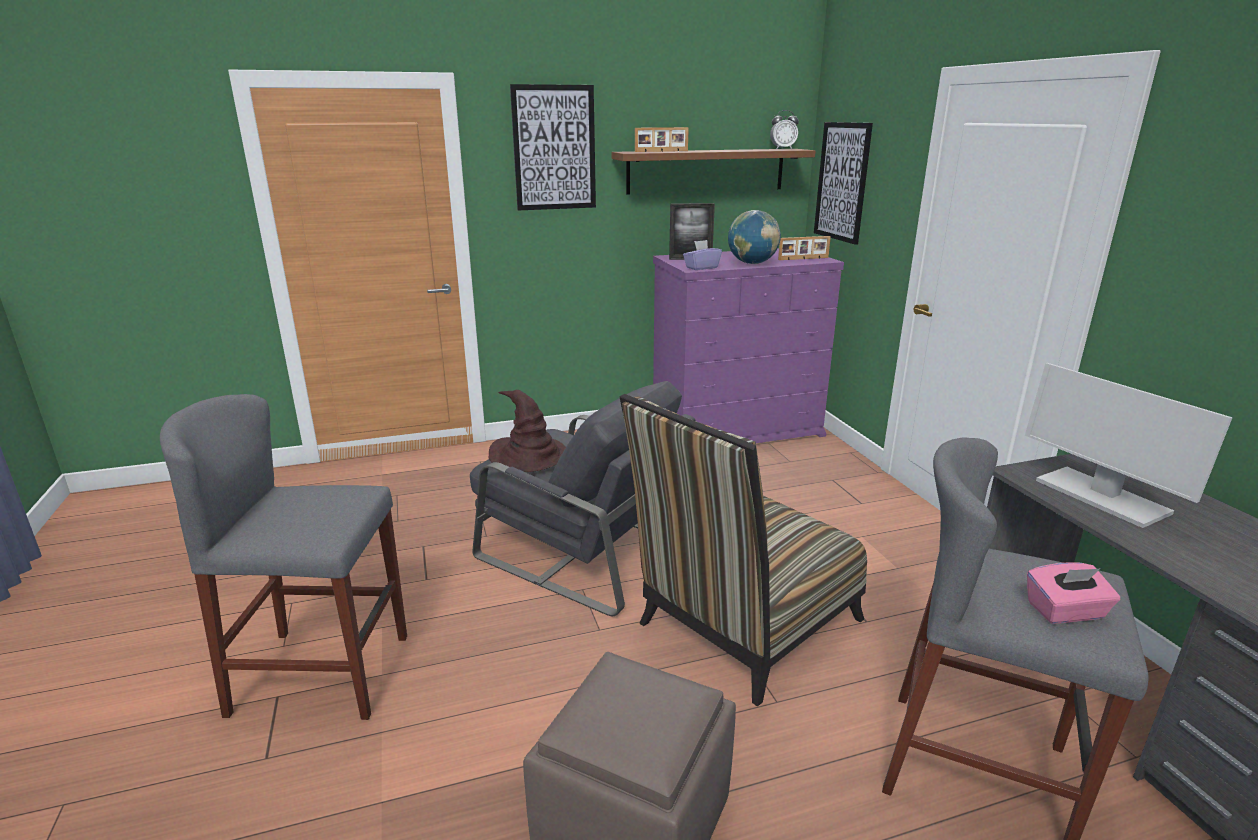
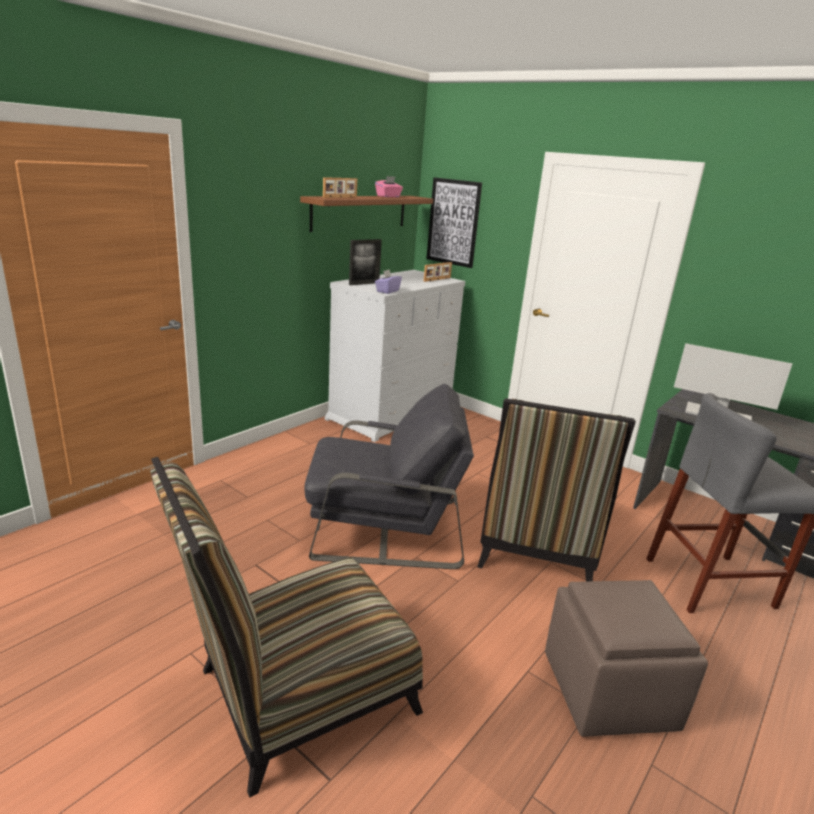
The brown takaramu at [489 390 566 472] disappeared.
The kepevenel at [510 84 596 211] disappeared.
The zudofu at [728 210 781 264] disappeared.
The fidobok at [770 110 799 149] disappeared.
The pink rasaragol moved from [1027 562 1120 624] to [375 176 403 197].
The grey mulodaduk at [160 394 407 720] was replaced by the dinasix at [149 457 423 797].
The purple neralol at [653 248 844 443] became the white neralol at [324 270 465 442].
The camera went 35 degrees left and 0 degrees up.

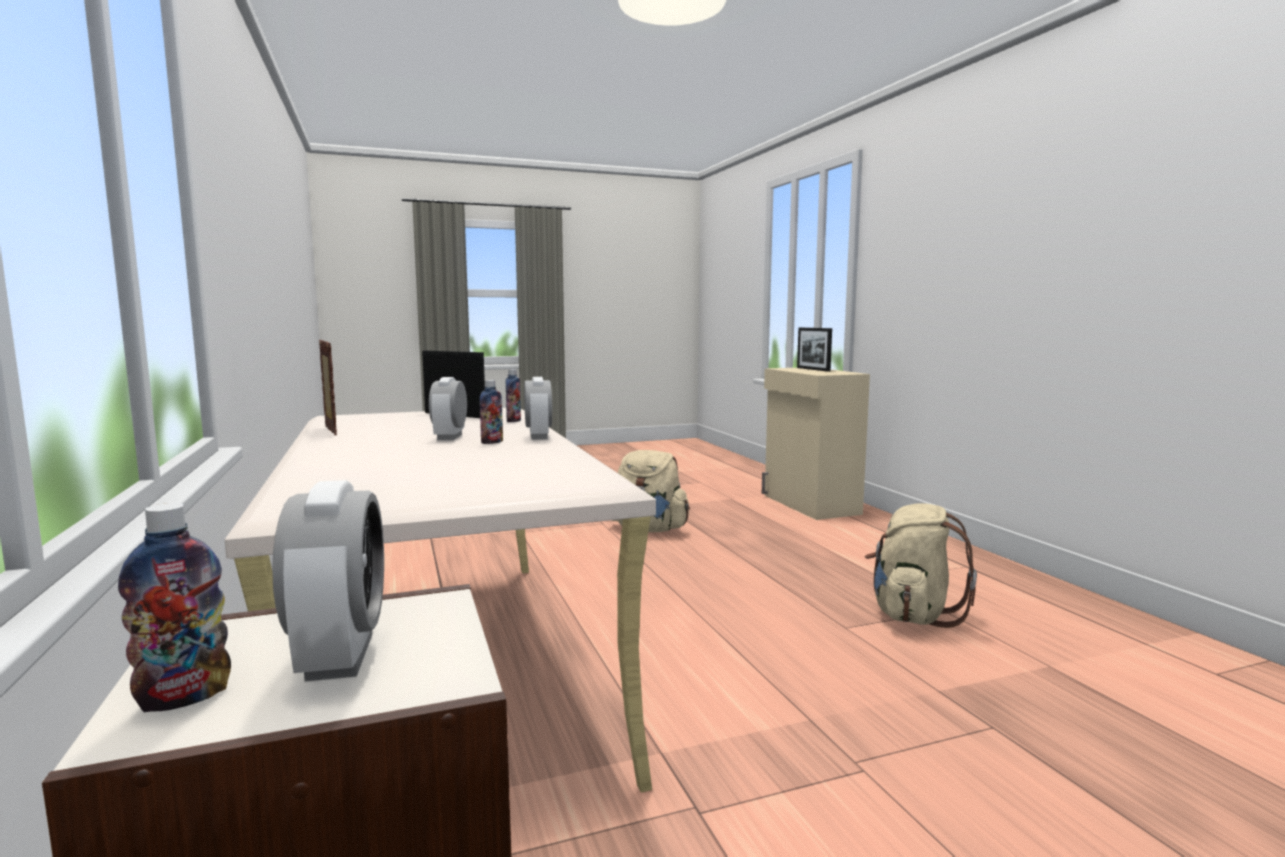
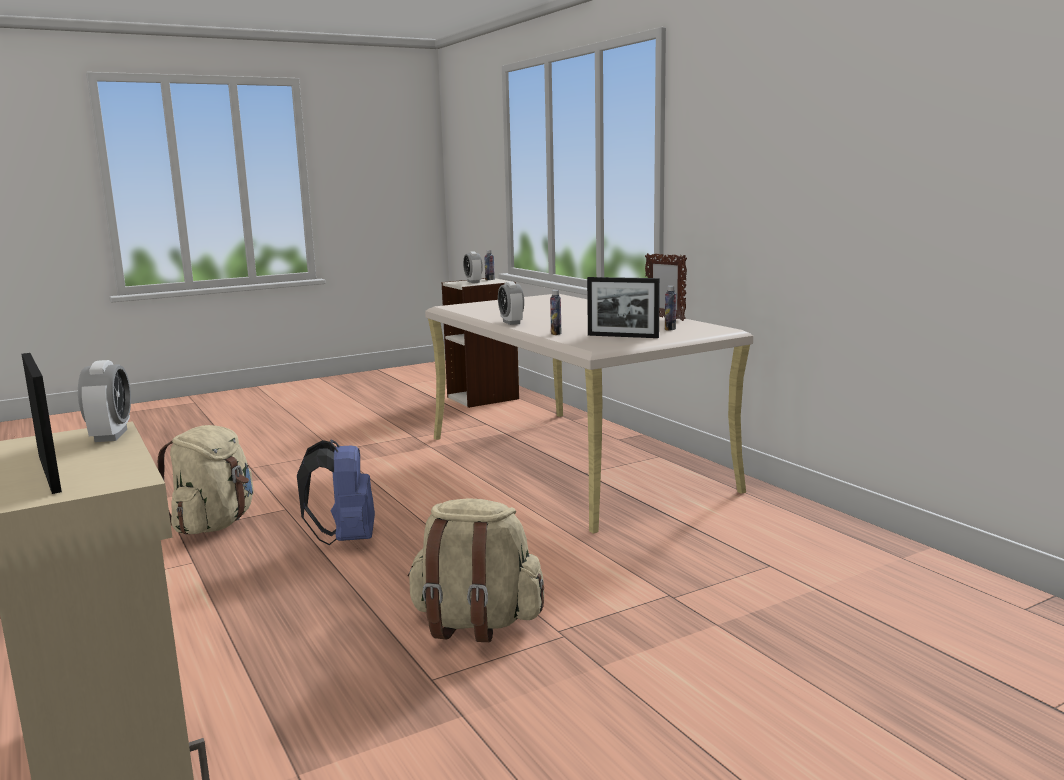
The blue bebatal at [297 439 375 545] appeared.
The fidobok moved from [429 377 467 440] to [78 360 131 442].
The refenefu moved from [480 380 503 444] to [665 286 676 331].
The camera went 170 degrees right and 5 degrees up.

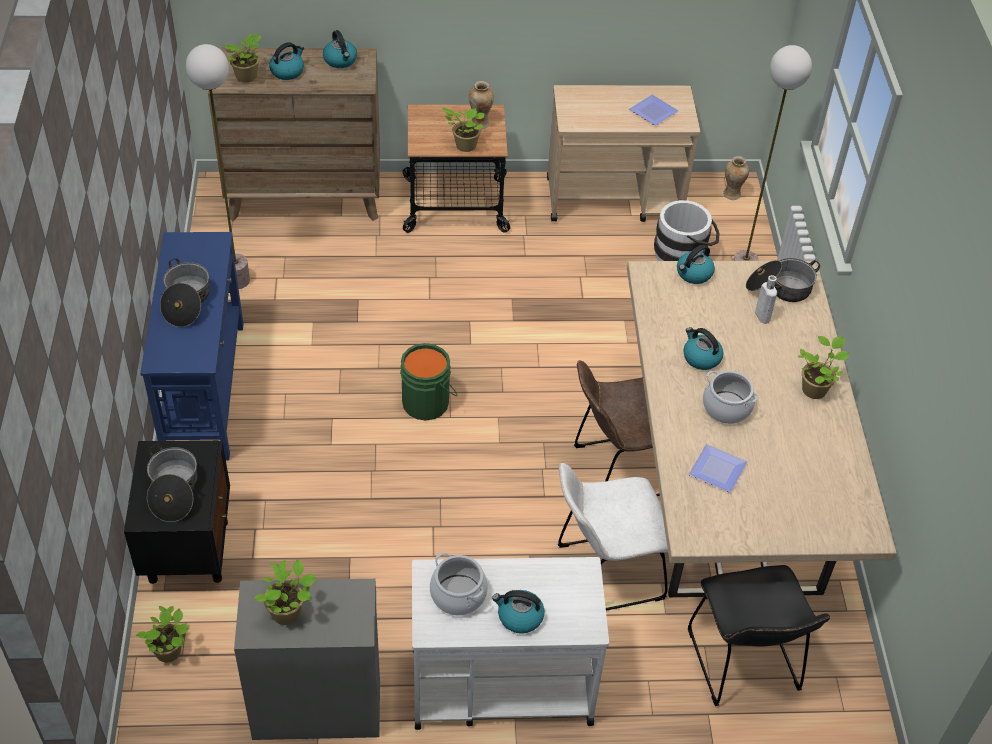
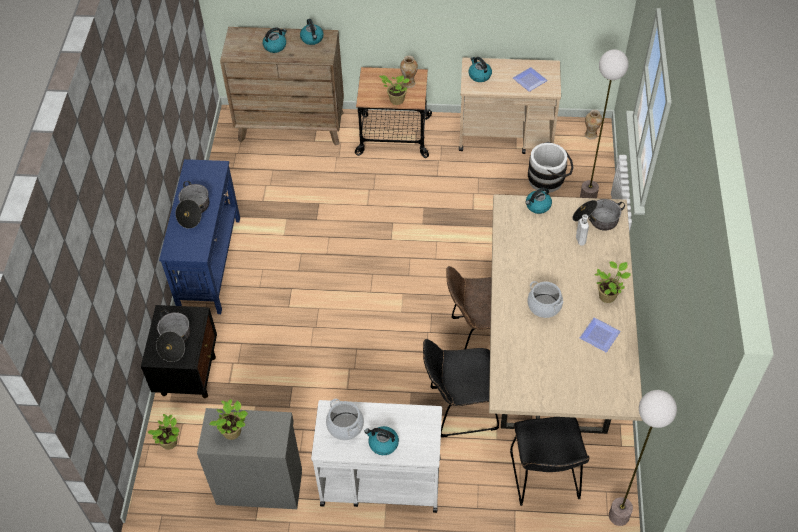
The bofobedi at [223 33 261 83] disappeared.
The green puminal at [400 343 458 421] disappeared.
The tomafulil moved from [186 44 250 289] to [609 390 677 526].
The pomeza moved from [683 327 724 370] to [469 57 492 82].
The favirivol moved from [689 444 747 493] to [580 317 621 352].
The white dinasix at [558 463 668 611] became the black dinasix at [423 339 499 437].
The camera went 10 degrees right and 5 degrees up.

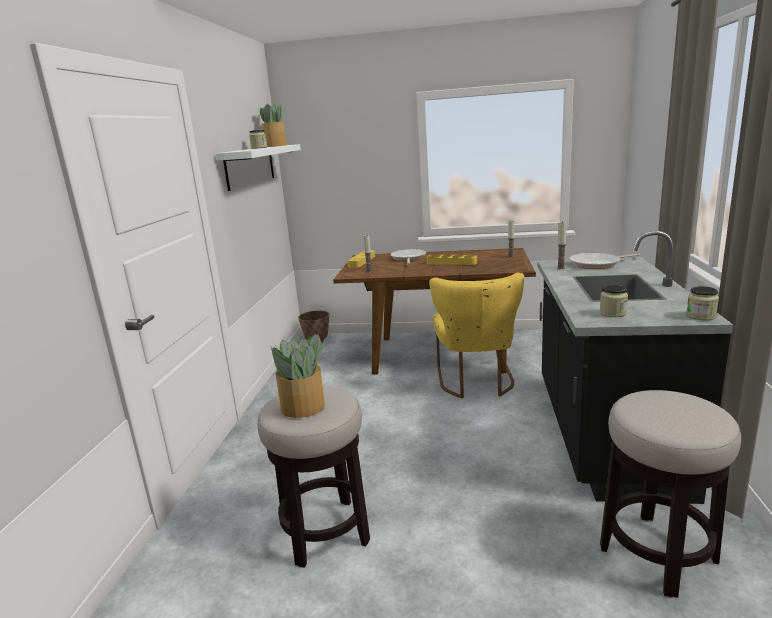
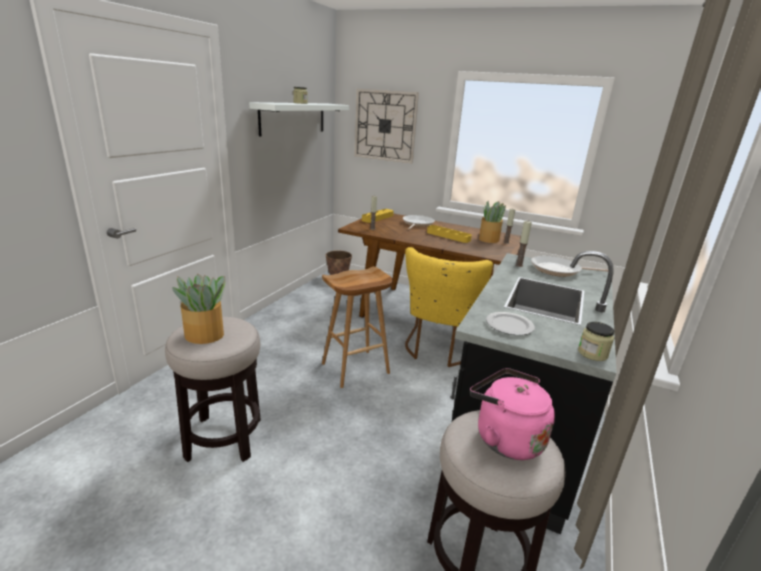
The brown mulodaduk at [322 266 393 388] appeared.
The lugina at [354 89 419 164] appeared.
The pink pomeza at [470 368 555 460] appeared.
The bofobedi moved from [257 103 287 147] to [479 201 506 243].
The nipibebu at [600 285 628 317] was replaced by the favirivol at [486 312 535 335].
The camera went 15 degrees right and 5 degrees up.

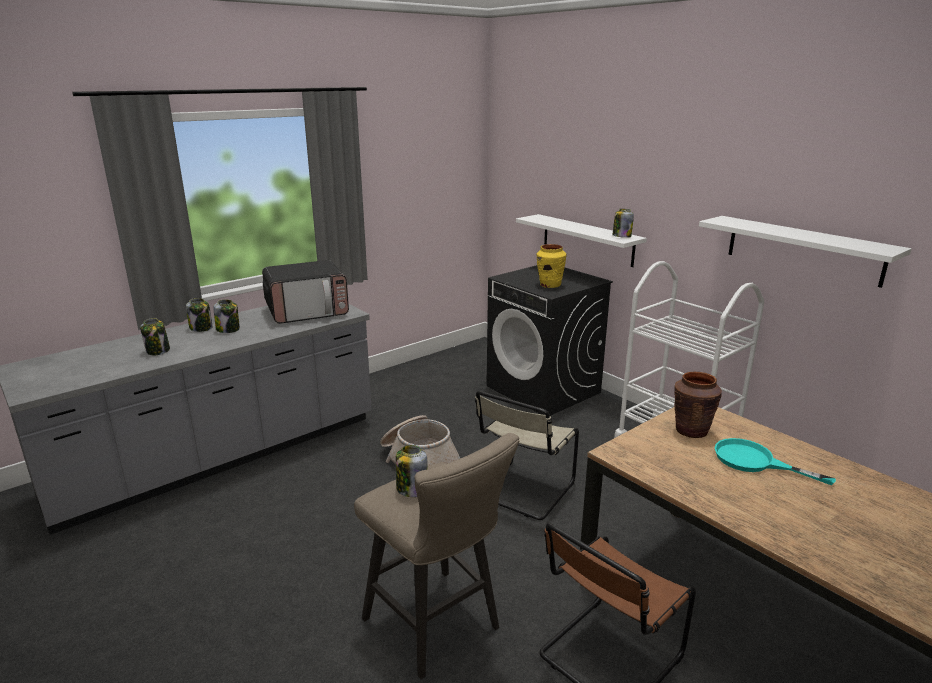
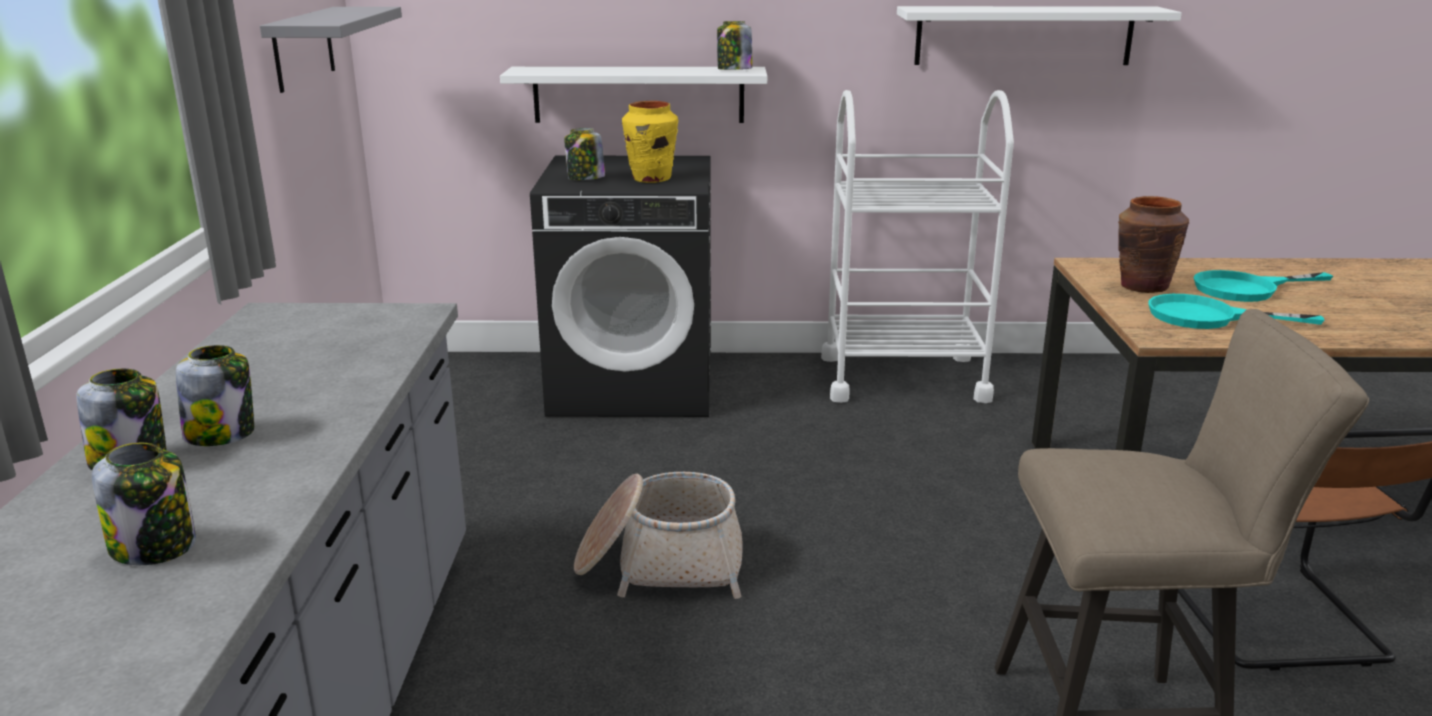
The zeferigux at [262 260 349 324] disappeared.
The beige dinasix at [475 391 579 520] disappeared.
The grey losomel at [260 7 402 93] appeared.
The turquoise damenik at [1148 294 1324 329] appeared.
The nipibebu moved from [396 445 428 497] to [564 128 605 180].
The camera went 50 degrees left and 0 degrees up.

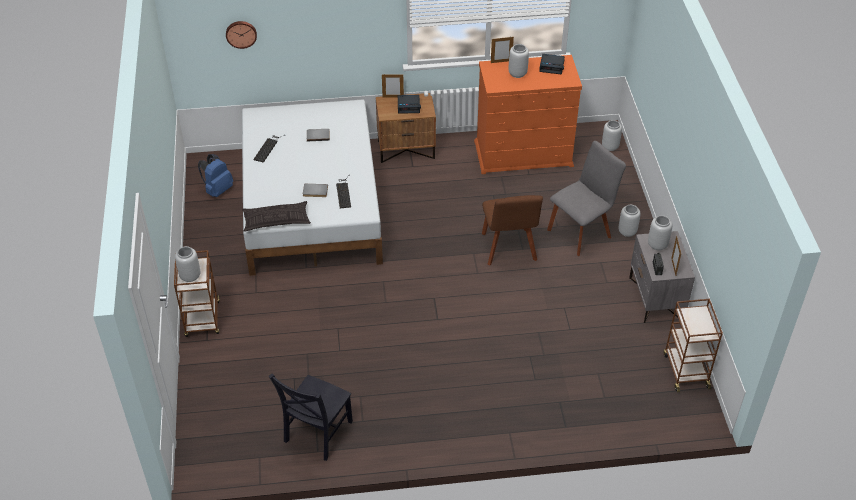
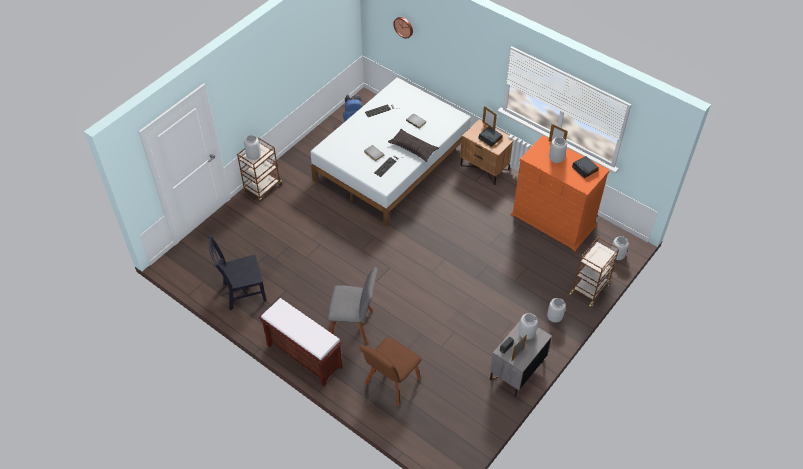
The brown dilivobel at [259 298 343 386] appeared.
The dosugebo moved from [242 201 311 232] to [388 129 439 162].
The brown dinasix moved from [482 195 543 266] to [360 337 422 406].
The grey dinasix moved from [547 141 626 256] to [327 267 378 344].
The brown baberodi moved from [664 299 723 392] to [569 237 619 307].
The camera went 45 degrees right and 5 degrees up.

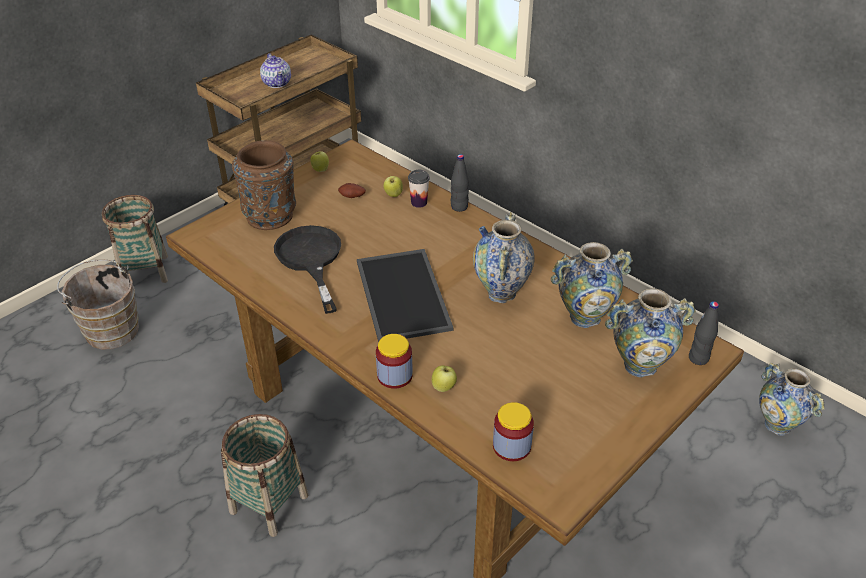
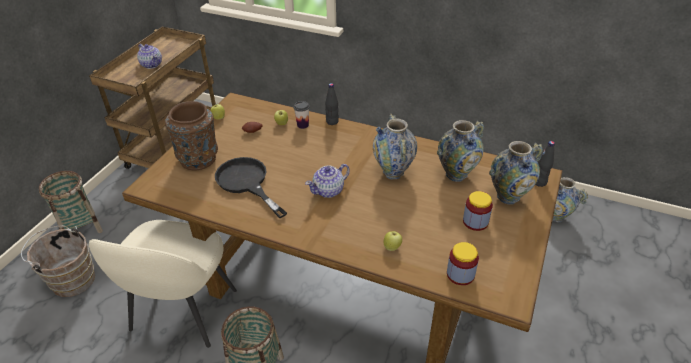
The beige dinasix at [89 220 237 348] appeared.
The nipibebu moved from [376 334 413 389] to [463 191 493 231].
The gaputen at [357 249 453 342] was replaced by the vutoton at [305 164 350 198].
The camera went 20 degrees left and 0 degrees up.

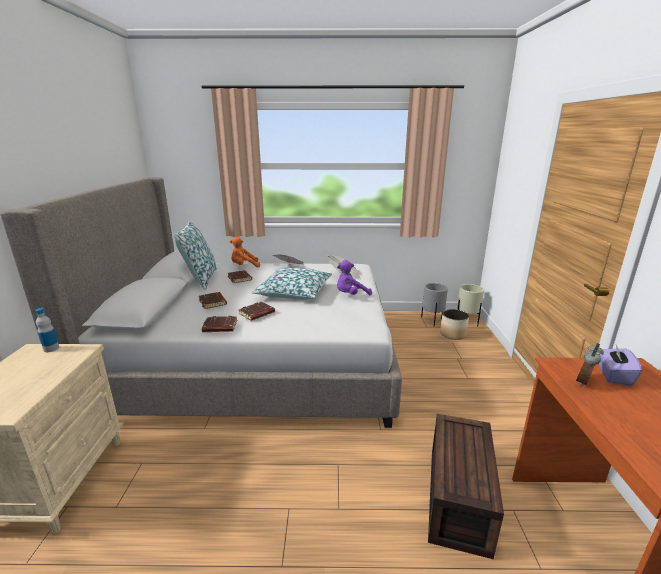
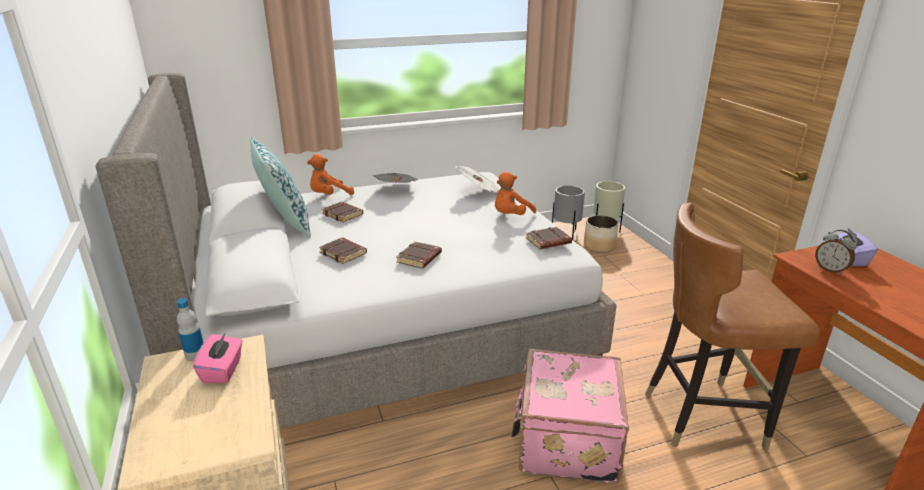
The dosugebo at [251 268 332 300] disappeared.
The pink rasaragol at [193 332 243 383] appeared.
The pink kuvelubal at [511 348 629 484] appeared.
The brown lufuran moved from [202 316 237 332] to [526 227 572 250].
The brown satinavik at [428 414 504 559] was replaced by the brown dinasix at [645 203 820 450].
The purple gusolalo at [337 260 372 295] became the orange gusolalo at [495 172 536 215].
The fidobok at [576 343 604 386] turned 60 degrees counterclockwise.
The camera went 20 degrees left and 5 degrees up.

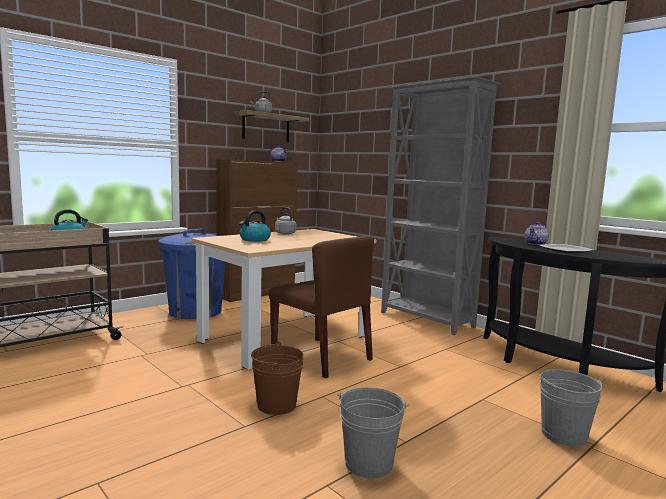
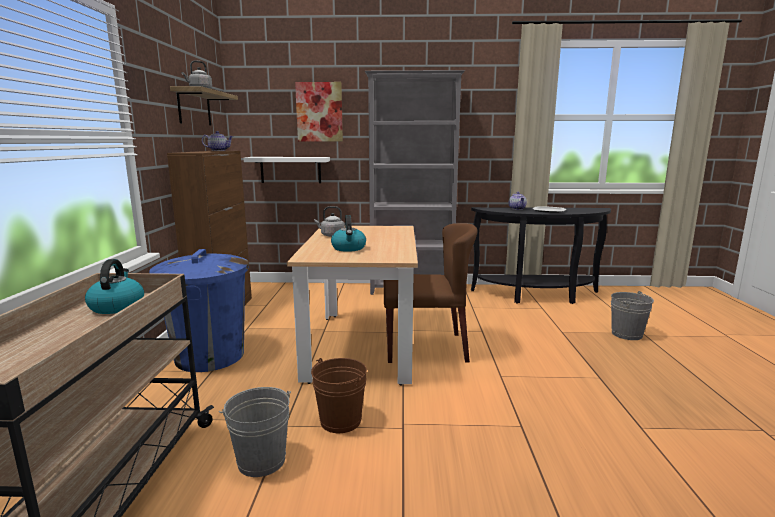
The white losomel at [243 157 330 183] appeared.
The kepevenel at [295 82 343 141] appeared.
The brown puminal moved from [251 341 304 415] to [311 358 367 433].
The grey puminal moved from [337 387 410 479] to [219 387 291 477].
The camera went 45 degrees left and 5 degrees up.

